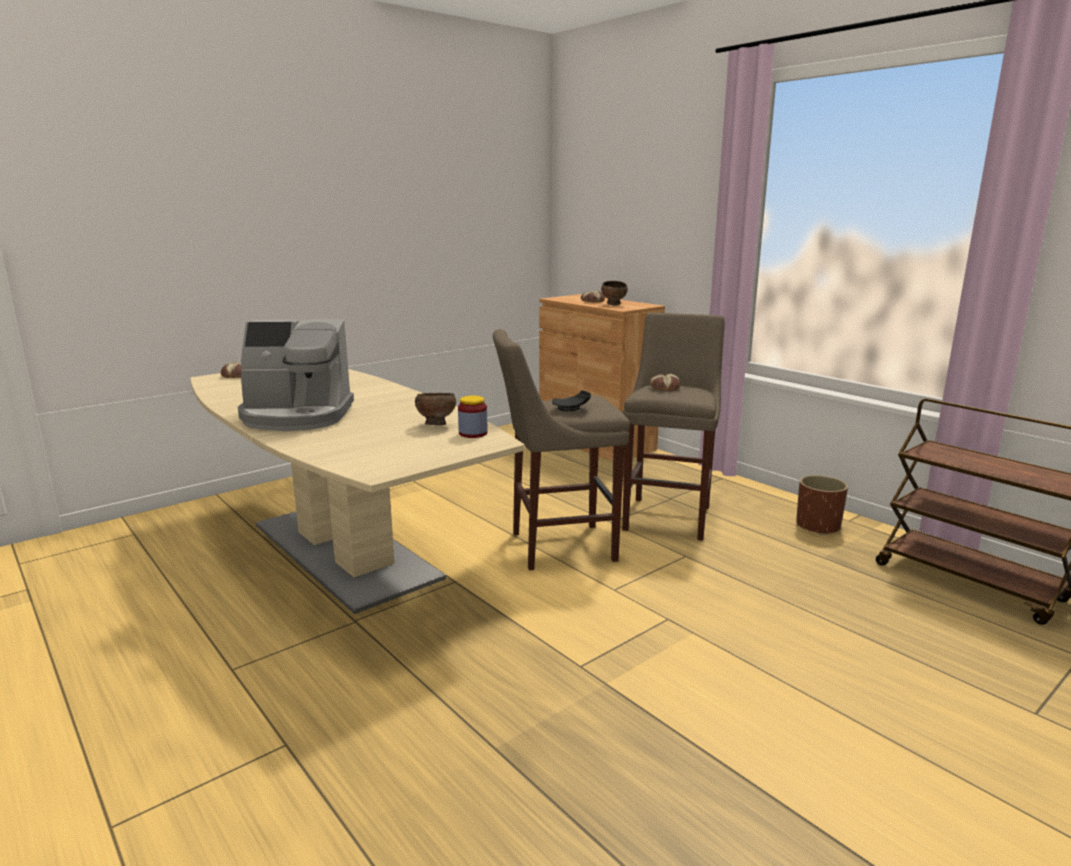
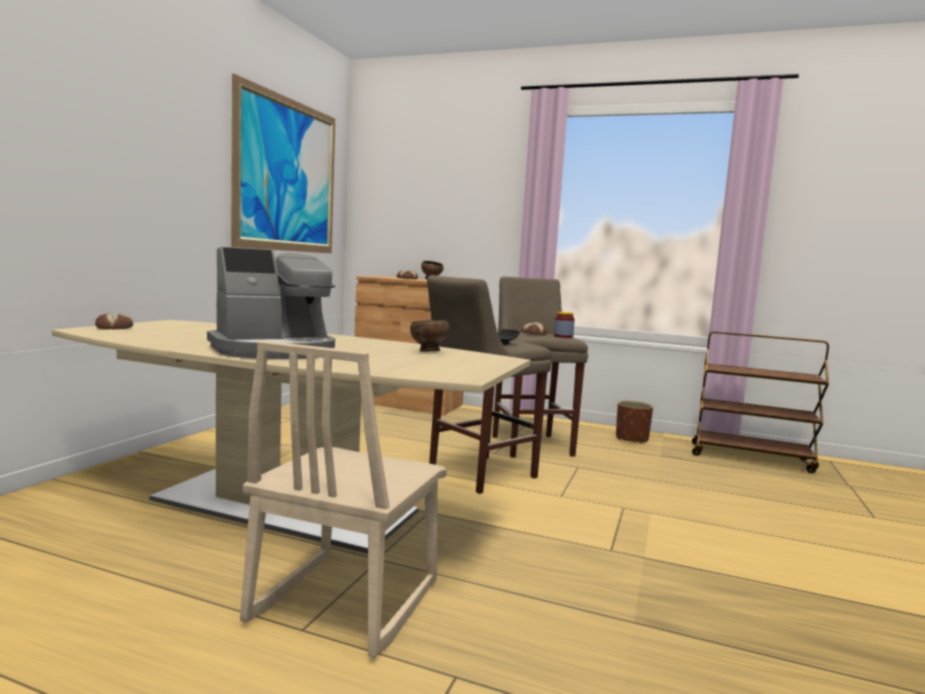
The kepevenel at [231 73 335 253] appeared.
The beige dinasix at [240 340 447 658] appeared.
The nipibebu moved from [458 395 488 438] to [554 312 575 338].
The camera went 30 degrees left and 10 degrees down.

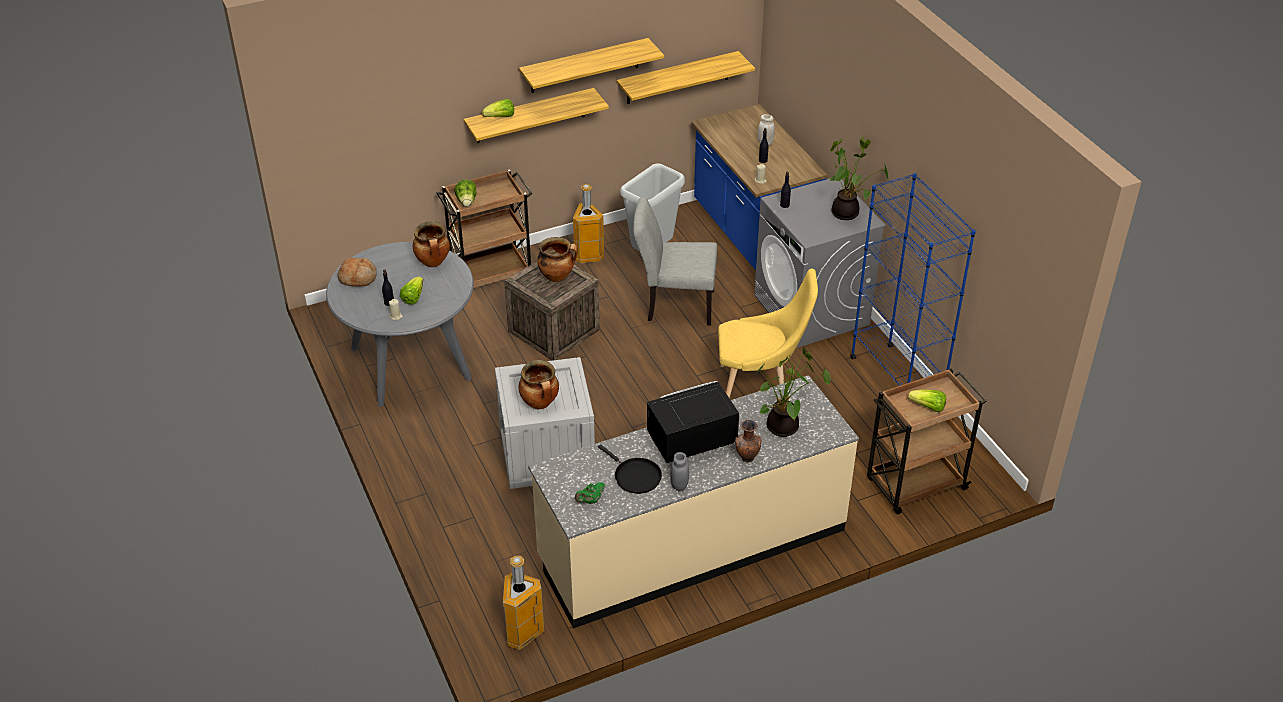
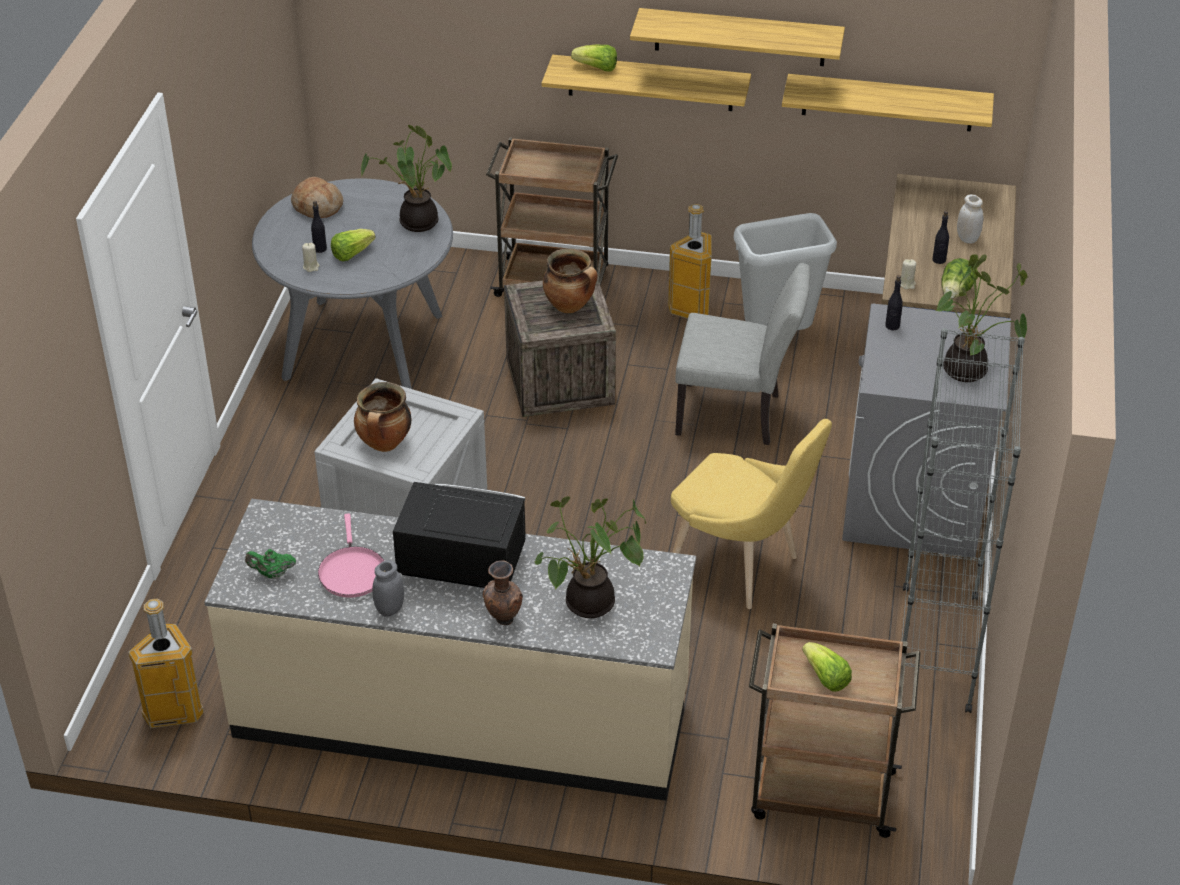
The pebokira moved from [454 179 477 206] to [941 258 978 299].
The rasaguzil at [413 221 450 267] was replaced by the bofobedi at [361 125 452 232].
The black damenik at [598 444 662 494] became the pink damenik at [318 513 384 598].
The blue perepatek at [850 173 976 386] became the grey perepatek at [901 328 1025 713].
The grey dinasix at [633 197 717 326] turned 150 degrees clockwise.
The camera went 35 degrees right and 0 degrees up.

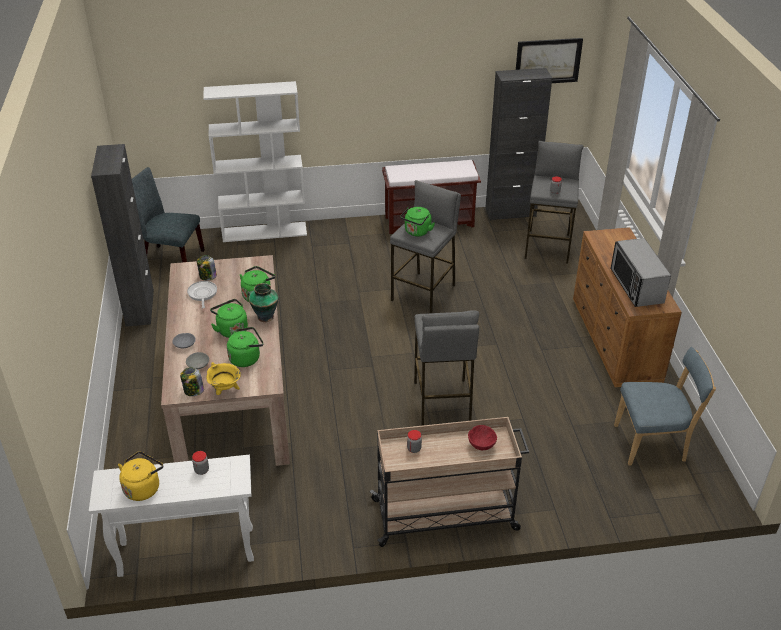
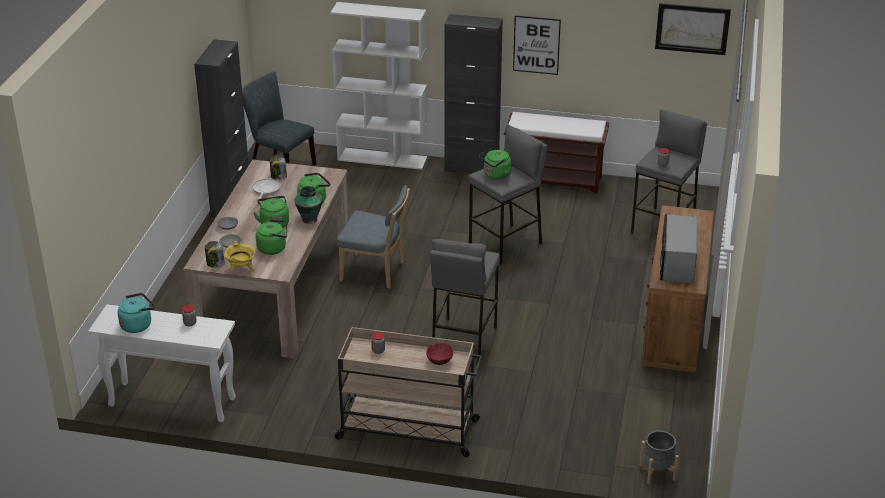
The kepevenel at [513 15 561 75] appeared.
The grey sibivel at [639 431 679 484] appeared.
The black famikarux moved from [485 68 552 221] to [444 14 503 174].
The blue dinasix moved from [614 347 716 466] to [337 185 410 288].
The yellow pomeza at [118 451 163 501] became the turquoise pomeza at [118 293 155 333].
The camera went 20 degrees right and 5 degrees down.

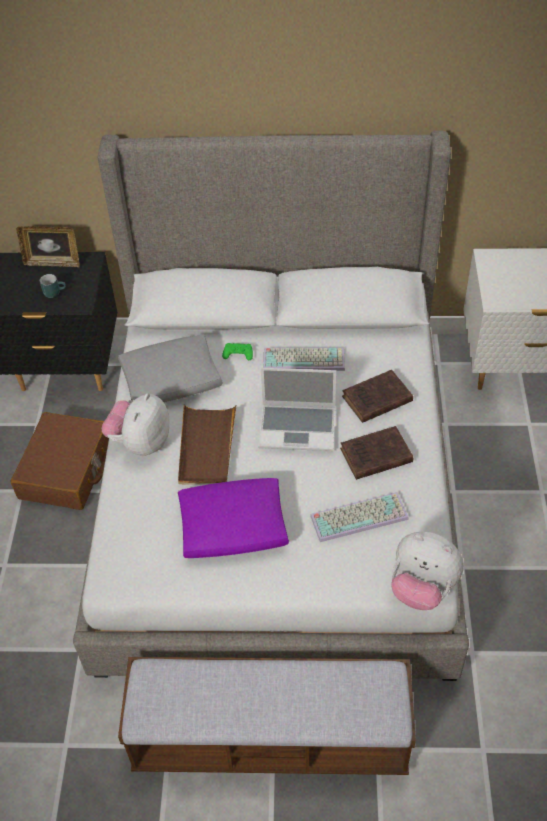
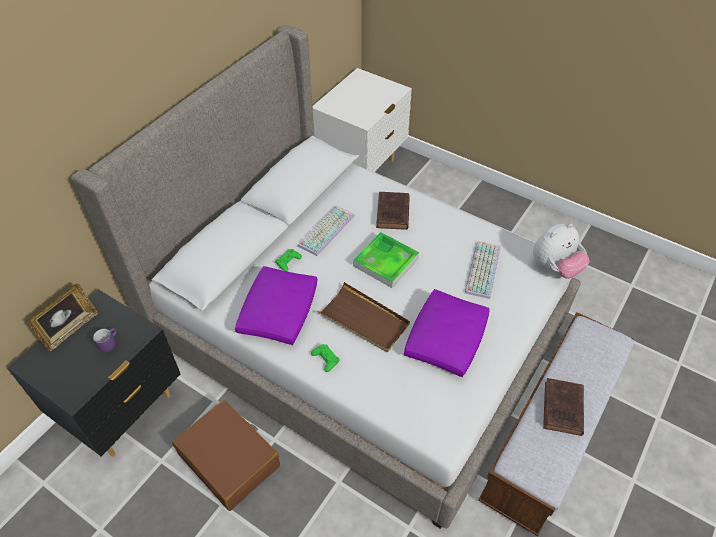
The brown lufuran moved from [340 426 413 480] to [543 378 584 436].
The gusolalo at [102 393 170 455] was replaced by the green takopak at [311 344 340 372].
The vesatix at [258 368 336 451] was replaced by the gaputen at [353 232 419 288].
The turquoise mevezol at [40 274 66 298] became the purple mevezol at [93 328 117 352].
The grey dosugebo at [118 335 222 403] became the purple dosugebo at [235 266 317 345].
The camera went 60 degrees left and 0 degrees up.

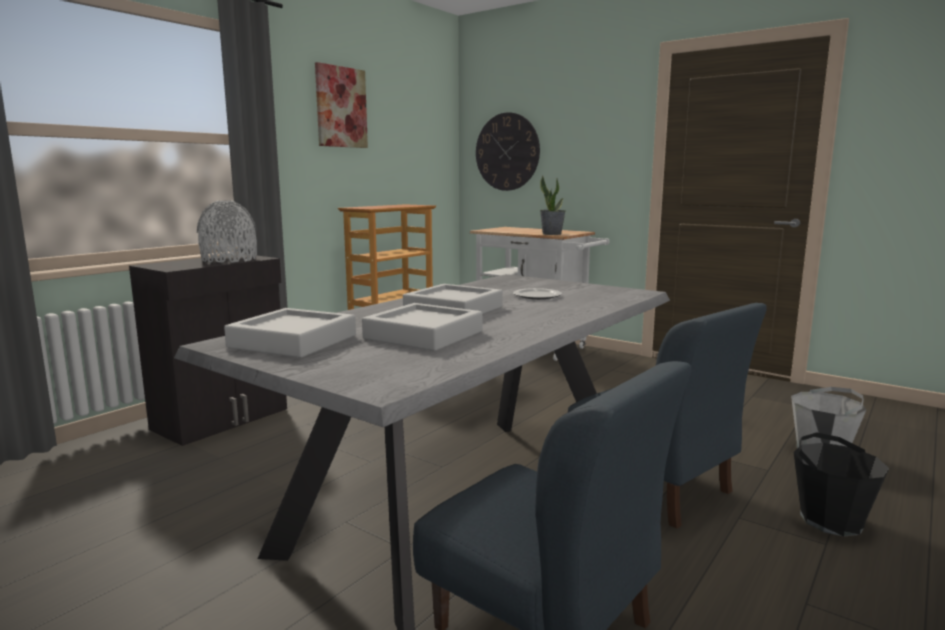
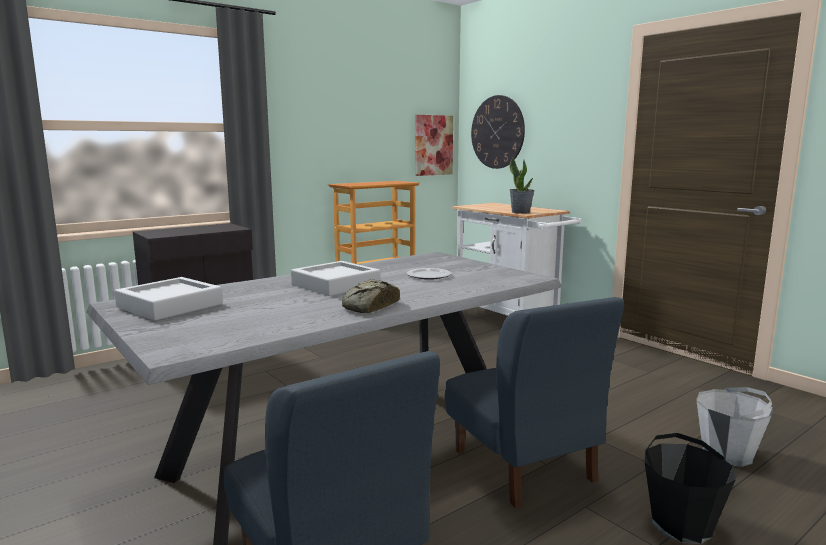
The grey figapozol at [197 201 257 263] disappeared.
The grey gaputen at [362 303 483 351] disappeared.
The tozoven at [342 280 400 313] appeared.
The kepevenel moved from [315 62 368 148] to [415 115 453 176].
The camera went 15 degrees right and 0 degrees up.

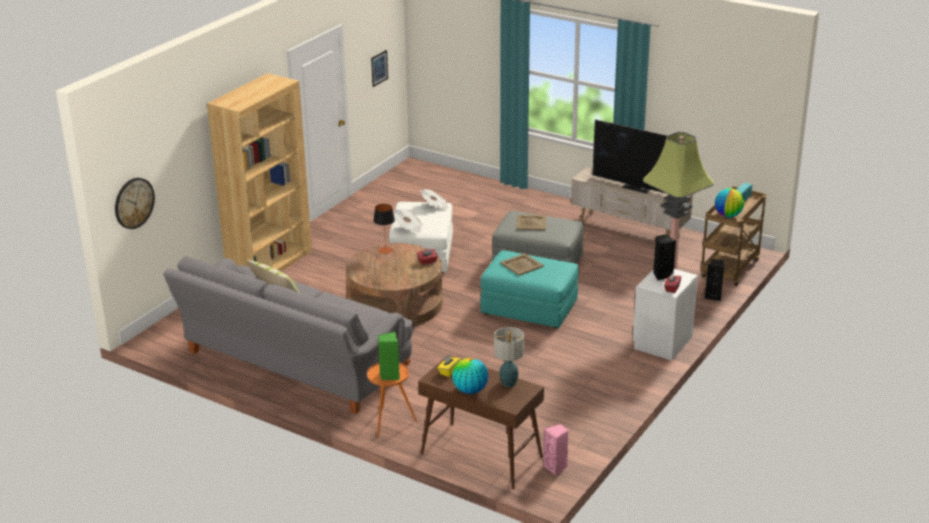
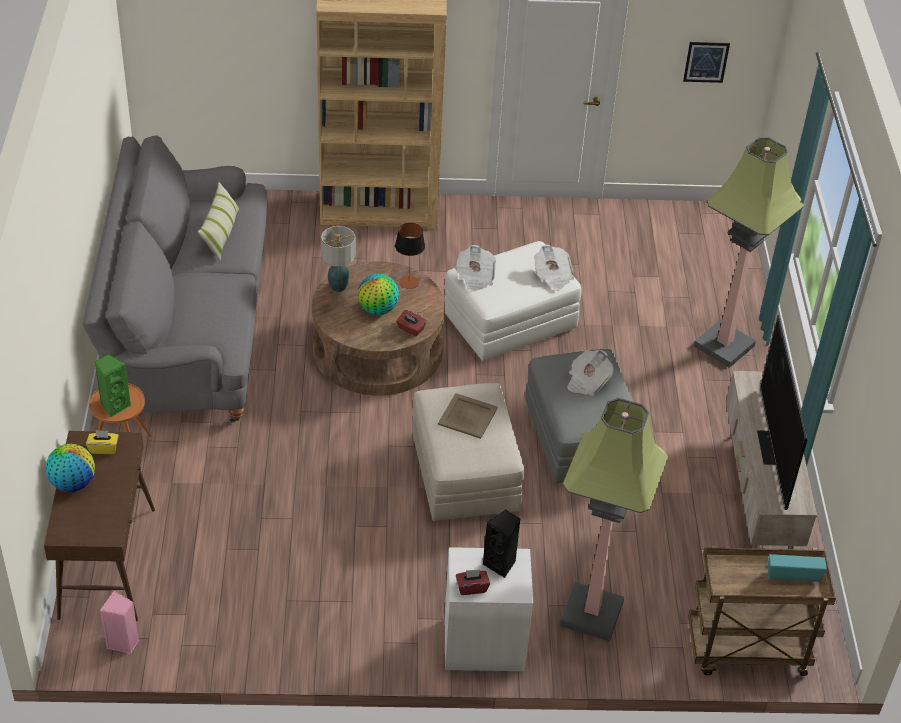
The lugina at [115 178 155 229] disappeared.
The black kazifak at [705 259 724 301] disappeared.
The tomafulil at [694 137 804 368] appeared.
The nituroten moved from [494 327 524 387] to [321 226 356 292].
The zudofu moved from [715 188 744 217] to [358 274 399 315].
The beige gaputen at [516 215 546 230] was replaced by the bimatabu at [567 350 613 396].
The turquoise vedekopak at [480 250 579 328] became the beige vedekopak at [412 383 524 521].
The camera went 55 degrees right and 15 degrees up.

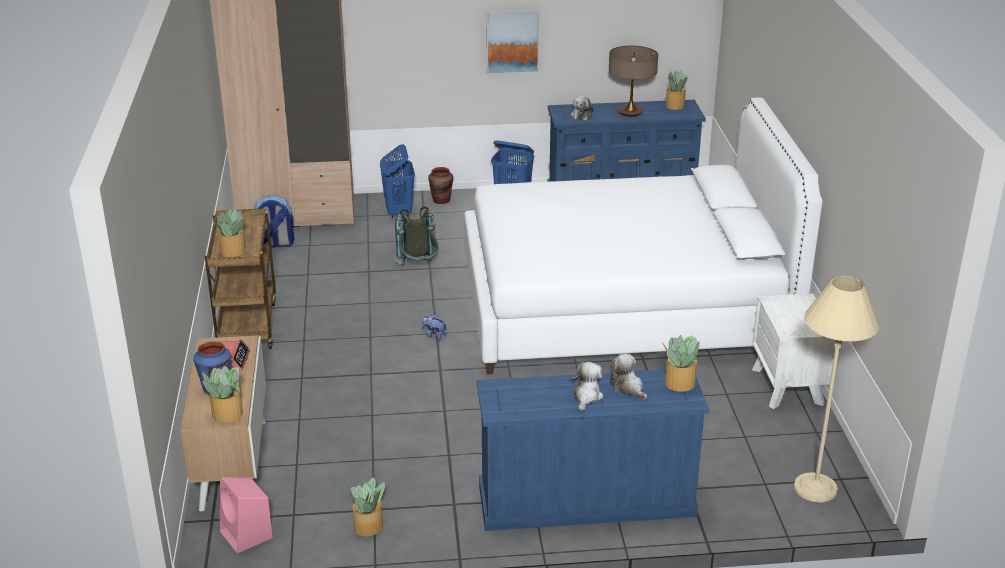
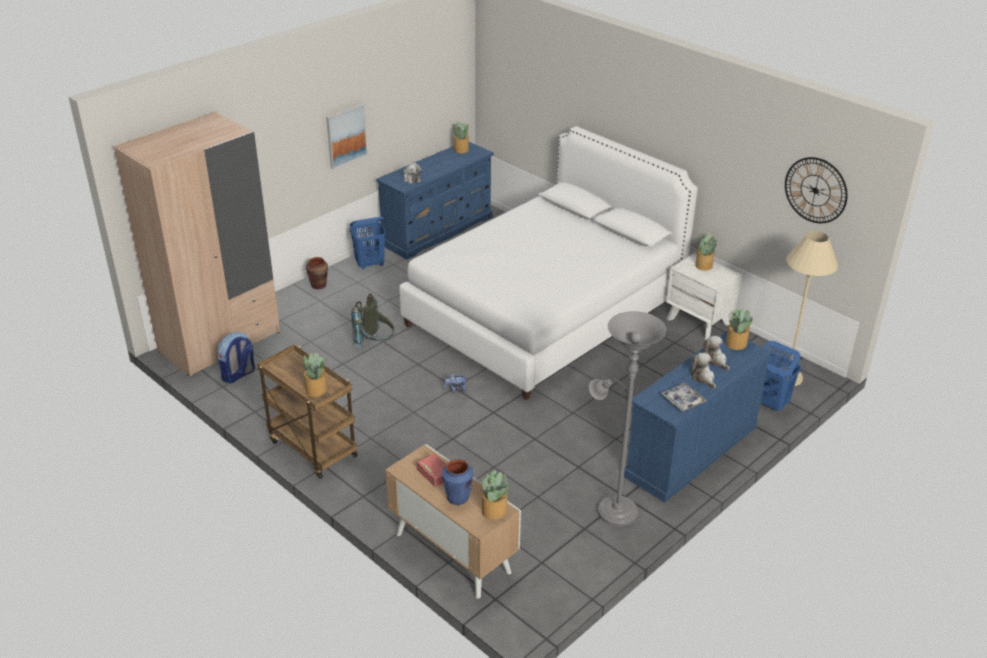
The pink kazifak at [220 477 273 554] disappeared.
The nituroten at [609 45 658 117] disappeared.
The grey tomafulil at [589 311 666 527] appeared.
The gaputen at [661 383 707 411] appeared.
The lugina at [785 157 848 223] appeared.
The bofobedi moved from [350 478 385 536] to [695 233 717 271].
The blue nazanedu moved from [380 144 415 218] to [760 341 801 412].
The gusolalo at [610 354 647 400] turned 45 degrees clockwise.
The camera went 40 degrees left and 5 degrees up.

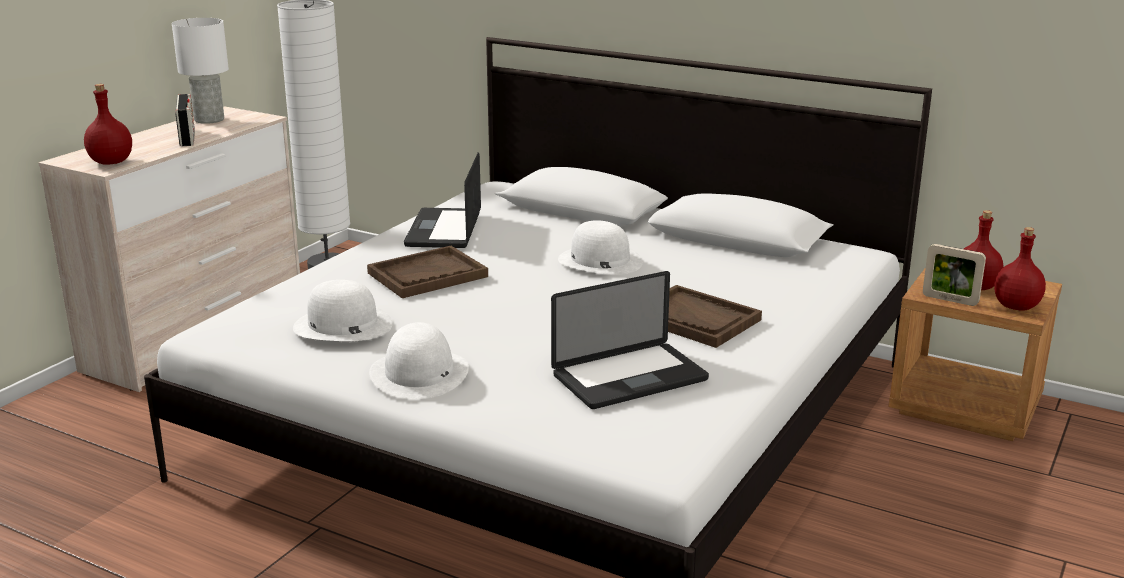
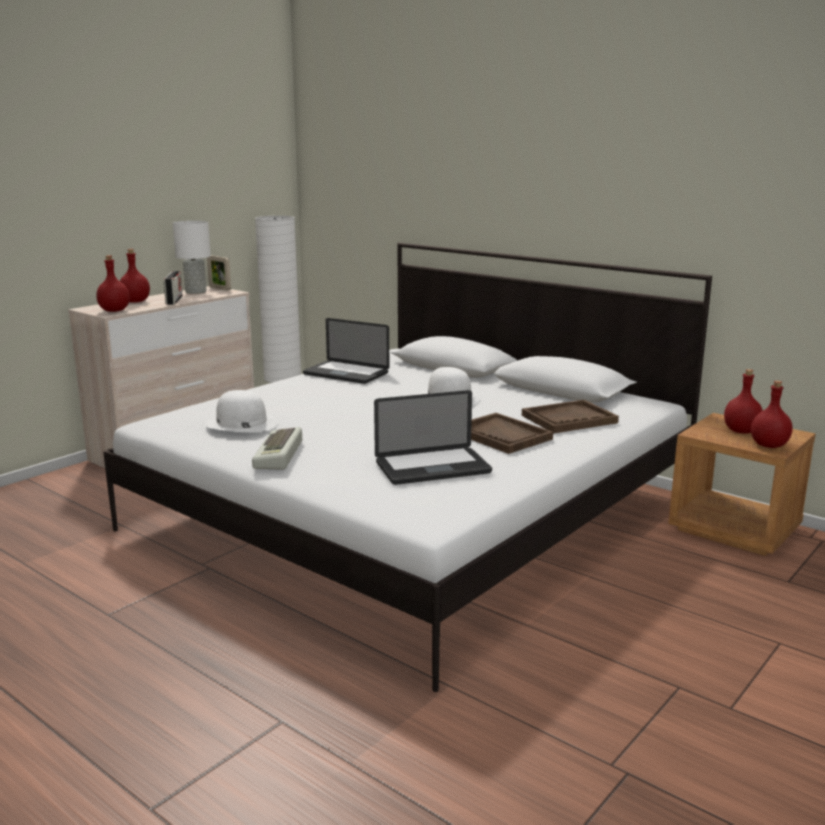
The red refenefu at [120 249 150 303] appeared.
The brown gaputen moved from [367 246 488 298] to [522 400 619 433].
The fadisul moved from [923 244 986 306] to [207 255 231 291].
The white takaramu at [369 322 469 399] was replaced by the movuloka at [252 427 302 470].
The vesatix at [404 152 481 248] turned 75 degrees counterclockwise.
The camera went 10 degrees right and 5 degrees down.

